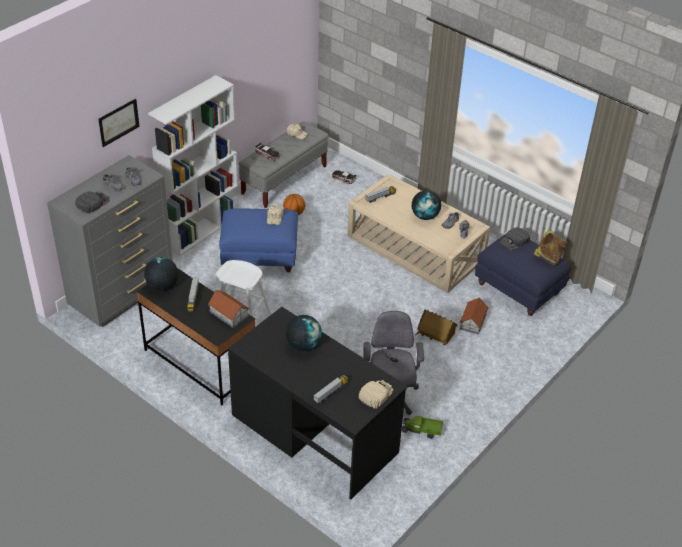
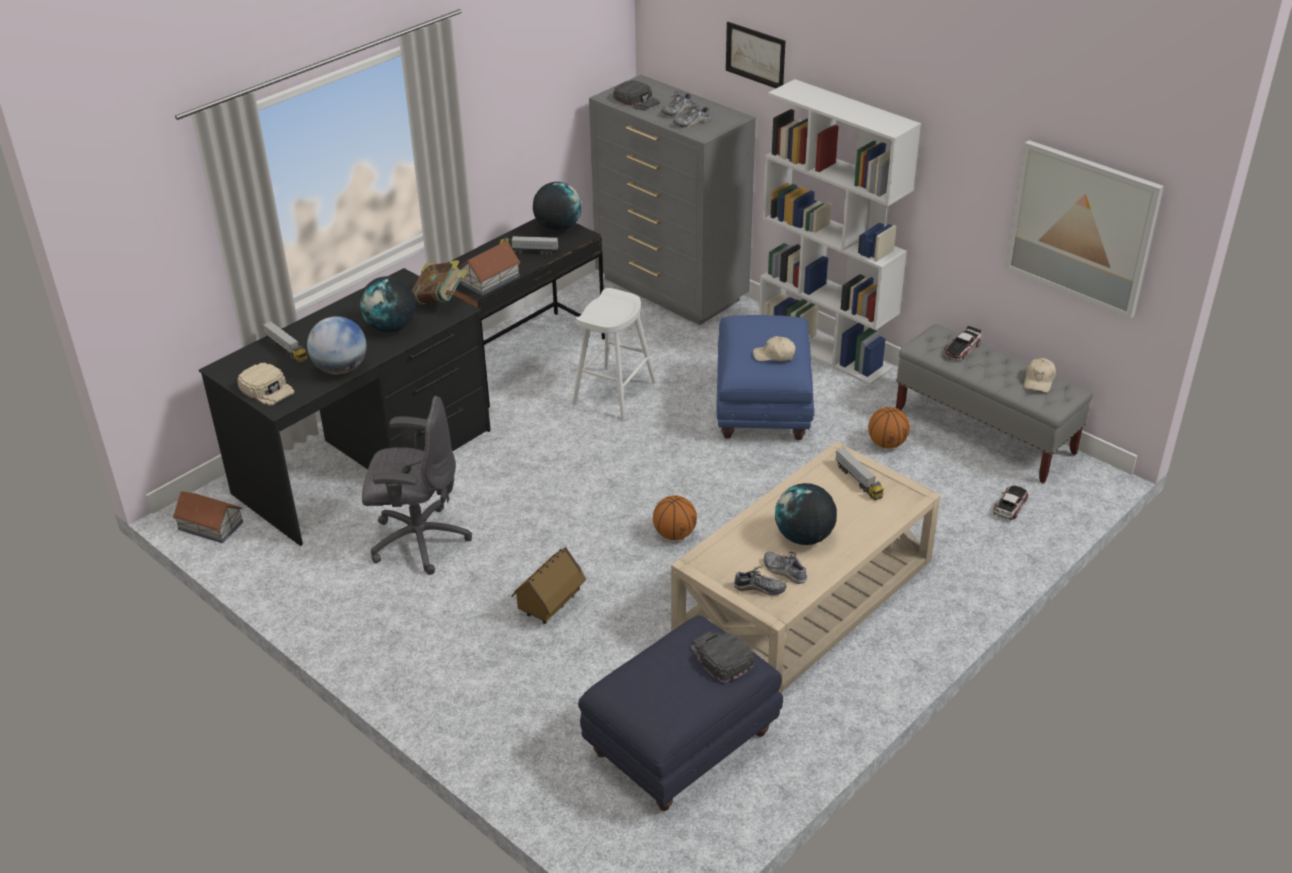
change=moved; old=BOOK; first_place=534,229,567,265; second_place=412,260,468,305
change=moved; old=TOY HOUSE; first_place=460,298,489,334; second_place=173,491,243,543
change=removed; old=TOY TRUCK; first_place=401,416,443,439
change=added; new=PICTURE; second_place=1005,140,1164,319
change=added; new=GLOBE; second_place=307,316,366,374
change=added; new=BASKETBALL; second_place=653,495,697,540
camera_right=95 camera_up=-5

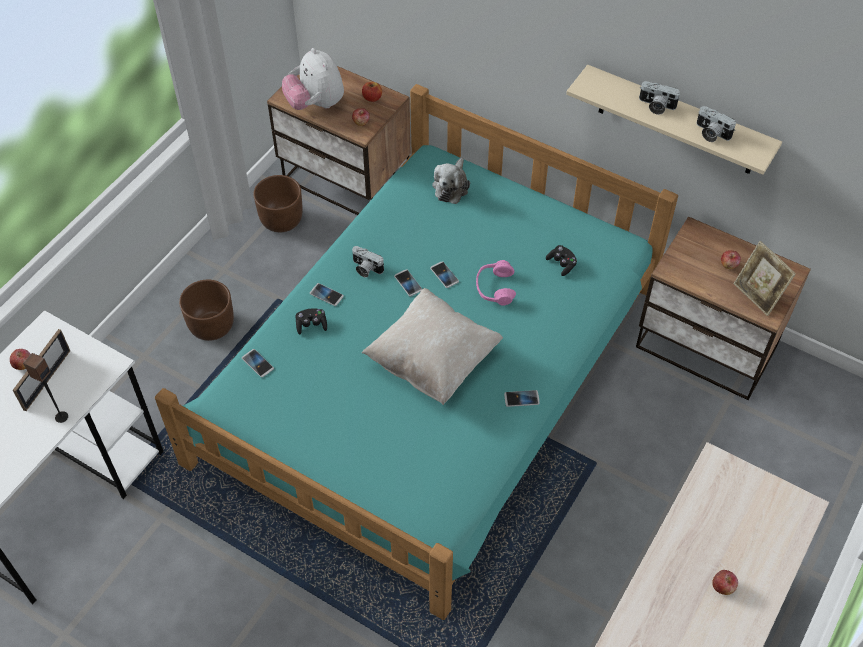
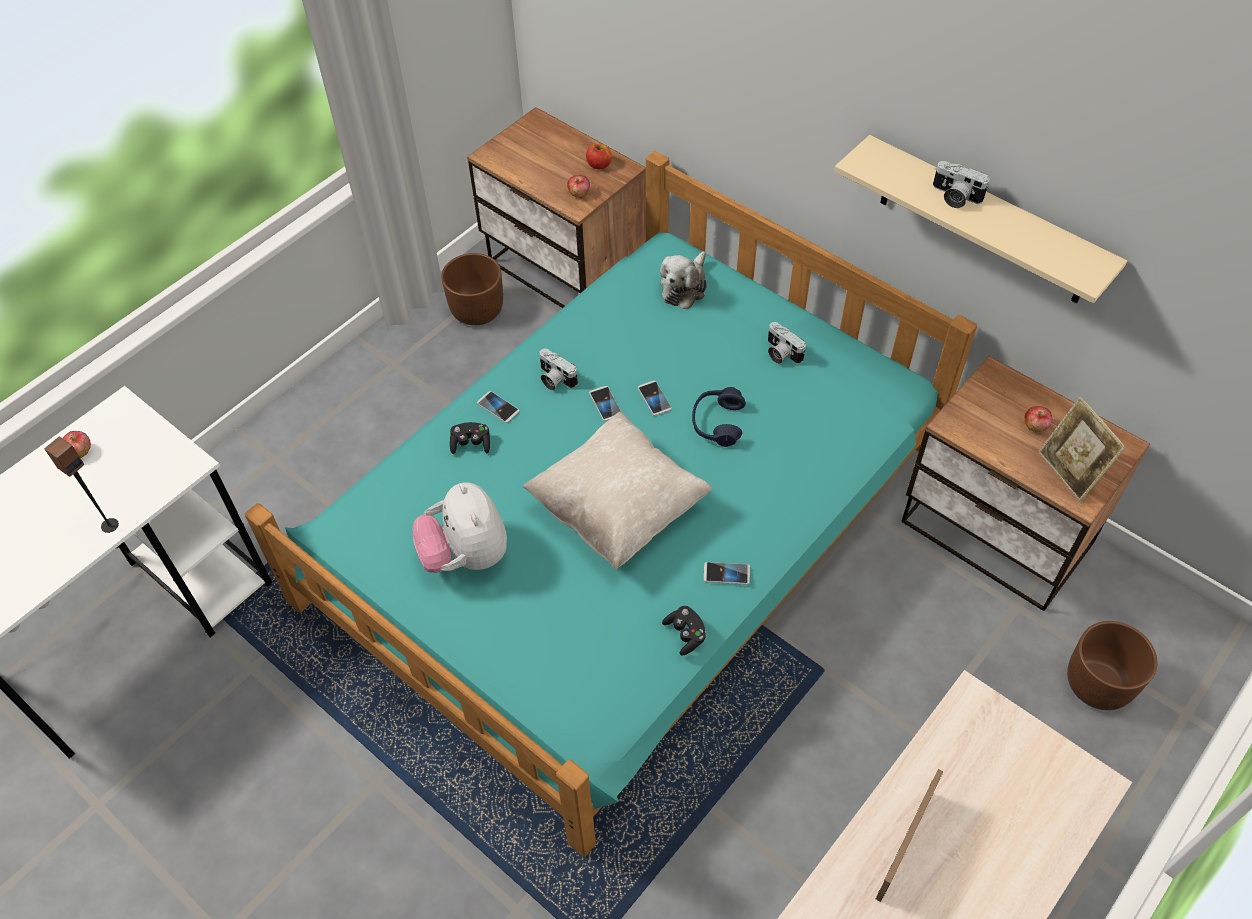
change=moved; old=PLUSH TOY; first_place=282,48,344,110; second_place=413,482,507,573
change=moved; old=PHOTO CAMERA; first_place=697,106,736,142; second_place=768,322,806,364
change=moved; old=BLACK GAME CONTROLLER; first_place=546,245,577,276; second_place=662,606,707,656
change=recoloured; old=PINK HEADPHONES; new=BLUE HEADPHONES; first_place=476,260,516,306; second_place=692,387,746,447
change=moved; old=BROWN PLANTER; first_place=179,280,234,341; second_place=1067,621,1157,710
change=moved; old=PICTURE FRAME; first_place=13,329,70,411; second_place=876,769,943,902
change=removed; old=PHONE; first_place=242,349,274,378
change=removed; old=APPLE; first_place=712,570,738,595
camera_right=10 camera_up=0

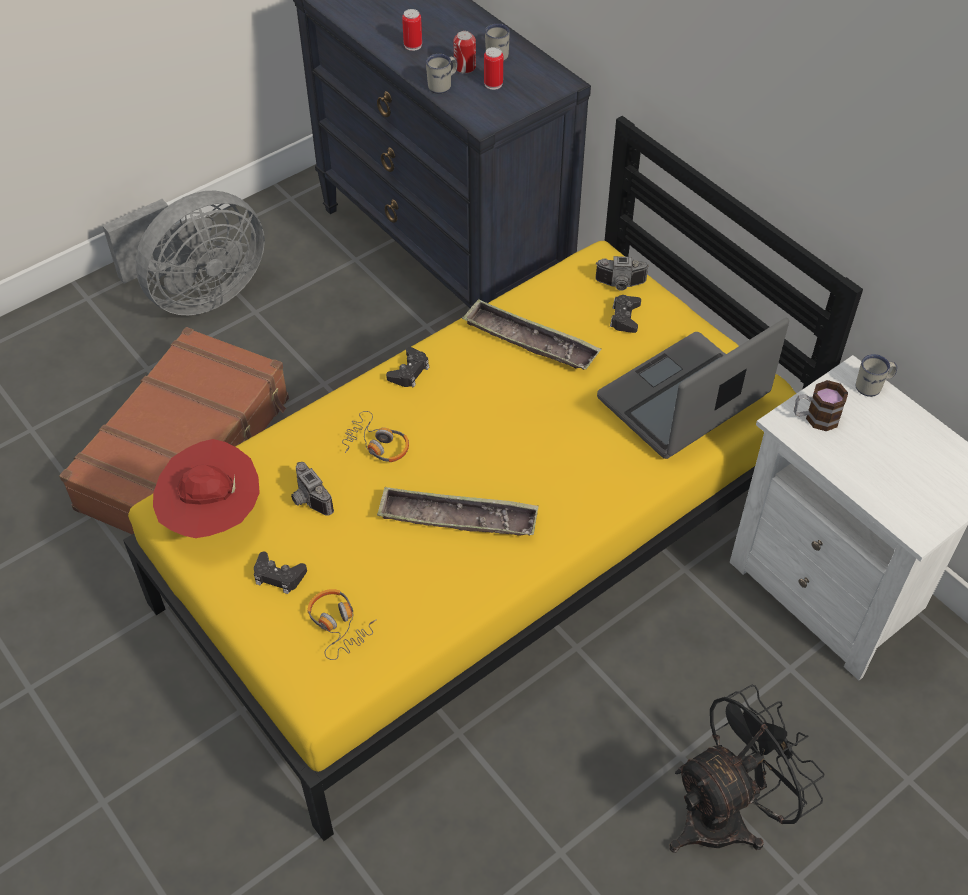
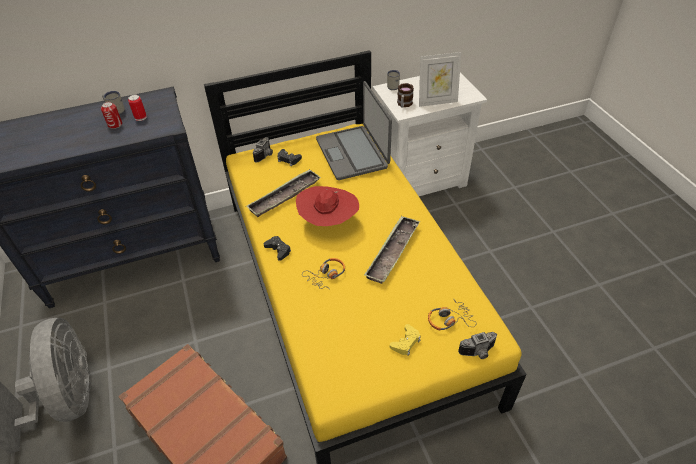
change=removed; old=CAN; first_place=402,9,422,51
change=removed; old=WHITE MUG; first_place=426,54,457,94
change=moved; old=RED HAT; first_place=153,439,260,538; second_place=296,186,359,226
change=moved; old=PHOTO CAMERA; first_place=291,462,334,516; second_place=458,332,497,359
change=recoloured; old=BLACK GAME CONTROLLER; new=YELLOW GAME CONTROLLER; first_place=254,551,307,594; second_place=390,324,421,356
change=removed; old=BLACK FAN; first_place=669,684,825,852
change=added; new=PICTURE FRAME; second_place=419,52,461,107
camera_right=-70 camera_up=-5

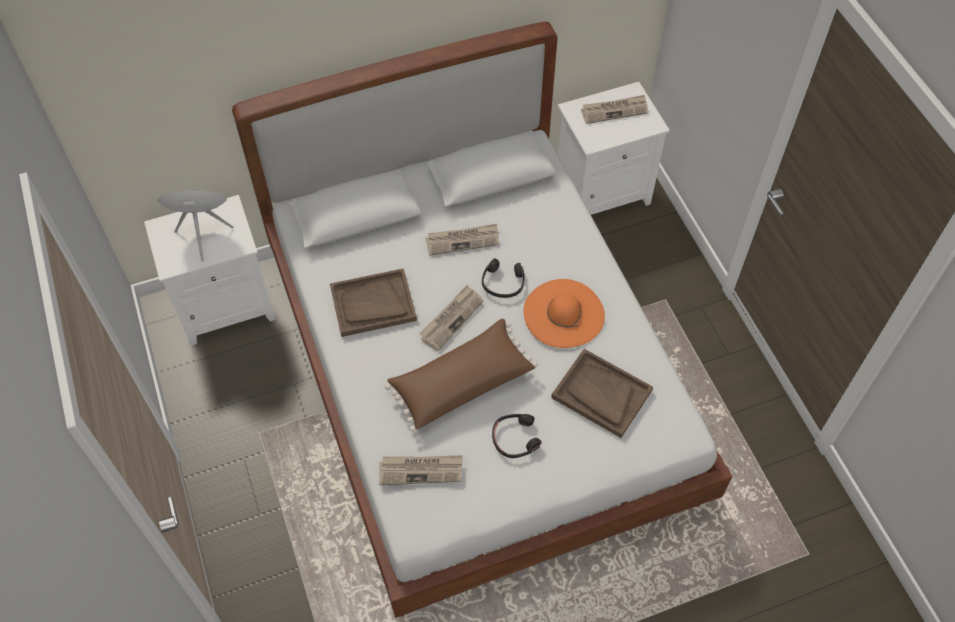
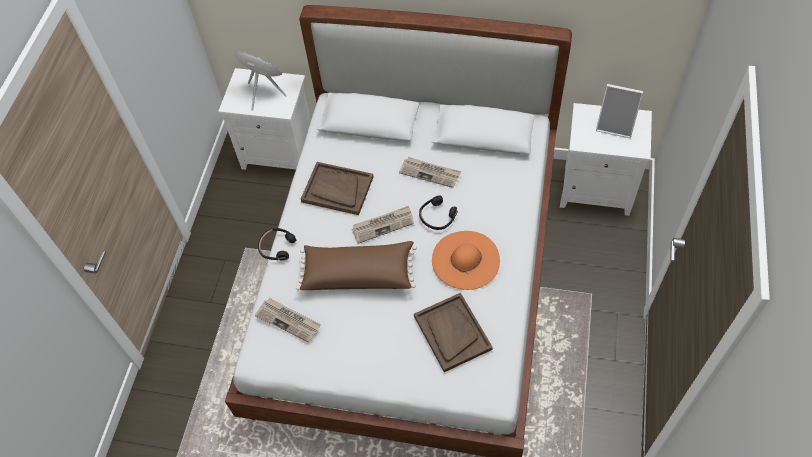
change=replaced; old=NEWSPAPER; new=PICTURE FRAME; first_place=581,95,648,124; second_place=596,84,643,138
change=moved; old=BLACK HEADPHONES; first_place=492,414,542,458; second_place=258,228,297,261
camera_right=35 camera_up=0

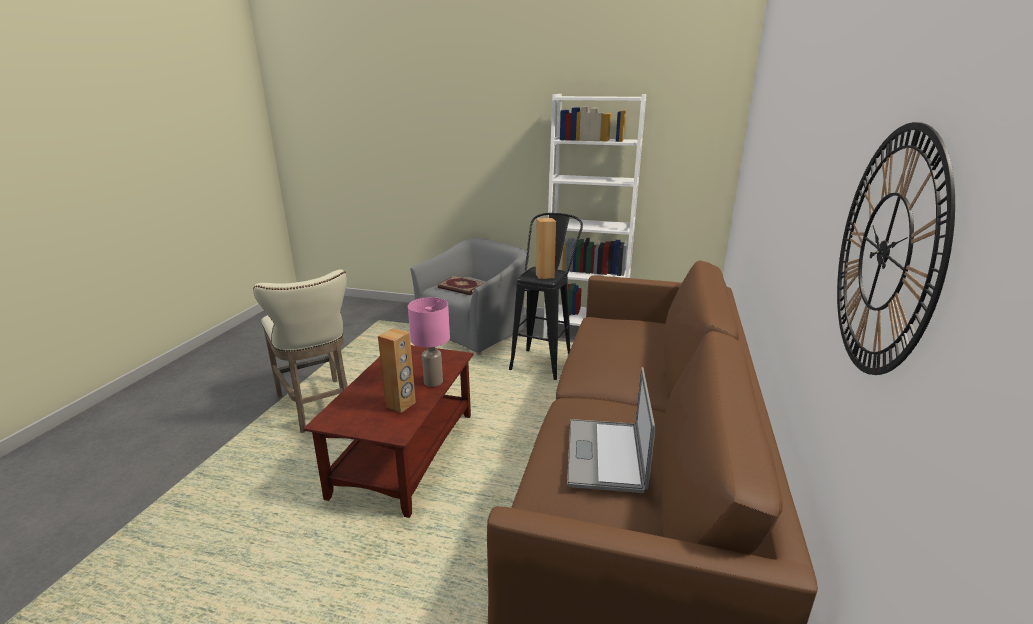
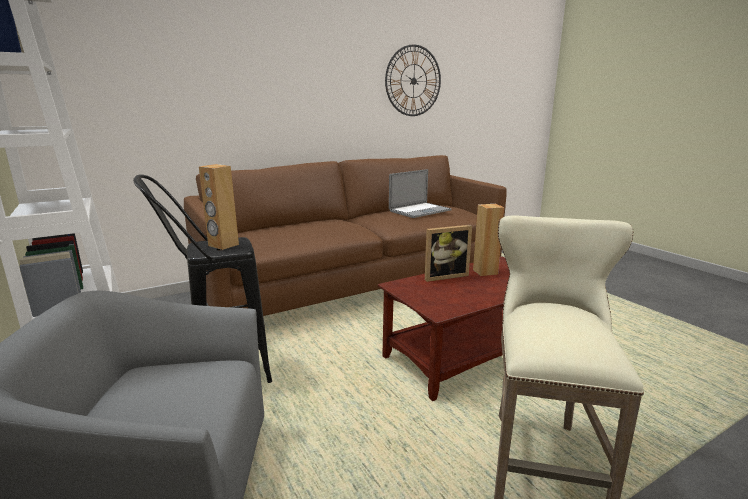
change=removed; old=BOOK; first_place=438,276,485,295
change=replaced; old=PINK TABLE LAMP; new=PICTURE FRAME; first_place=408,297,450,387; second_place=425,225,472,282
camera_right=-135 camera_up=-5

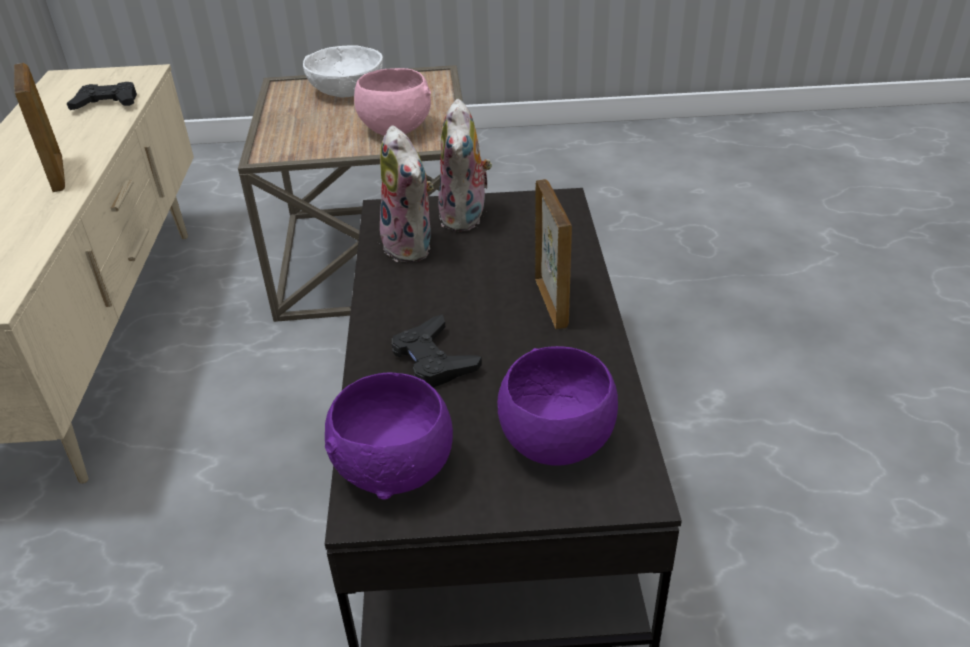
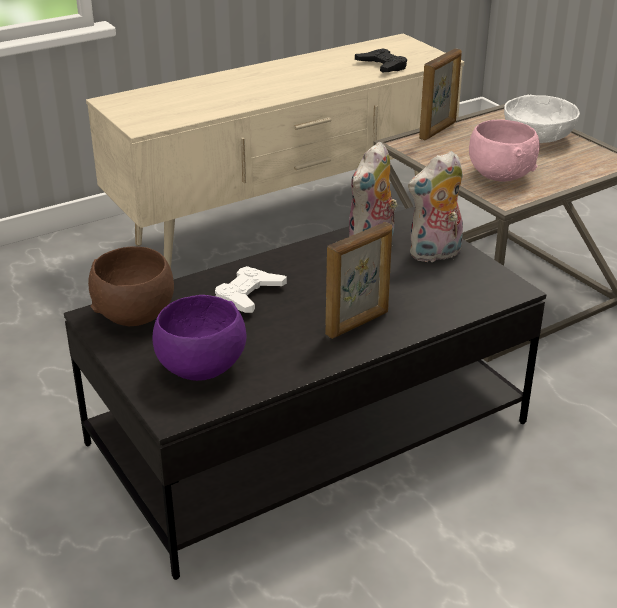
change=moved; old=PICTURE FRAME; first_place=14,63,65,192; second_place=419,48,462,140
change=recoloured; old=BLACK GAME CONTROLLER; new=WHITE GAME CONTROLLER; first_place=392,314,482,387; second_place=215,266,287,313
change=recoloured; old=PURPLE BOWL; new=BROWN BOWL; first_place=325,372,453,500; second_place=88,246,174,326
camera_right=60 camera_up=-5

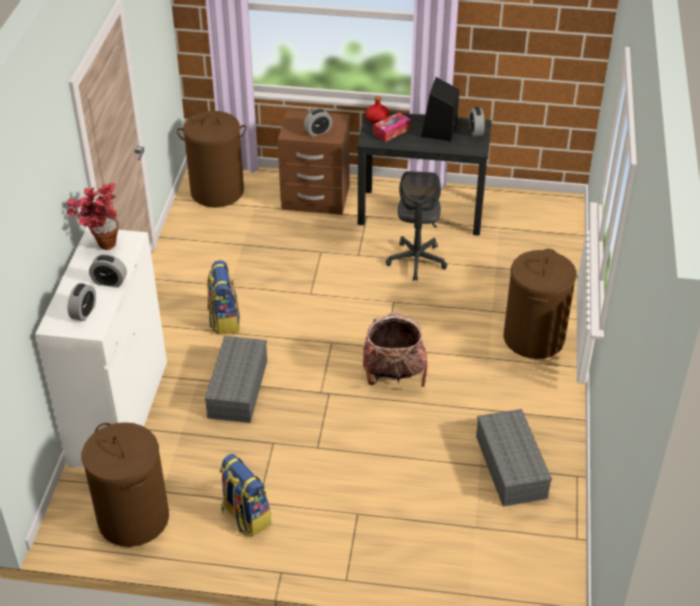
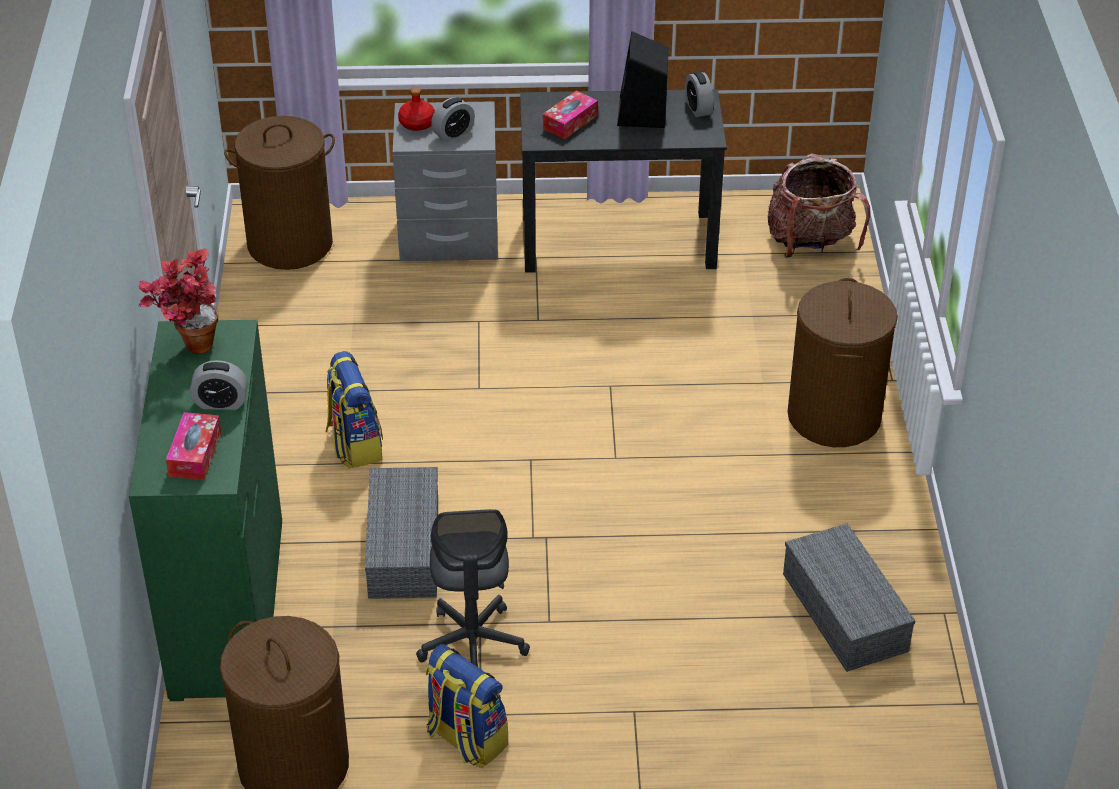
change=moved; old=RED BOTTLE; first_place=366,96,390,124; second_place=398,87,435,131
change=recoloured; old=BROWN NIGHTSTAND; new=GREY NIGHTSTAND; first_place=278,110,350,215; second_place=393,101,498,261
change=moved; old=GREY OFFICE CHAIR; first_place=386,171,447,281; second_place=416,509,530,667
change=recoloured; old=WHITE DRESSER; new=GREEN DRESSER; first_place=35,227,167,468; second_place=129,320,282,701
change=replaced; old=ALARM CLOCK; new=TISSUE BOX; first_place=68,283,96,321; second_place=166,412,221,480
change=moved; old=BACKPACK; first_place=363,312,427,387; second_place=767,153,870,258
camera_right=-10 camera_up=0

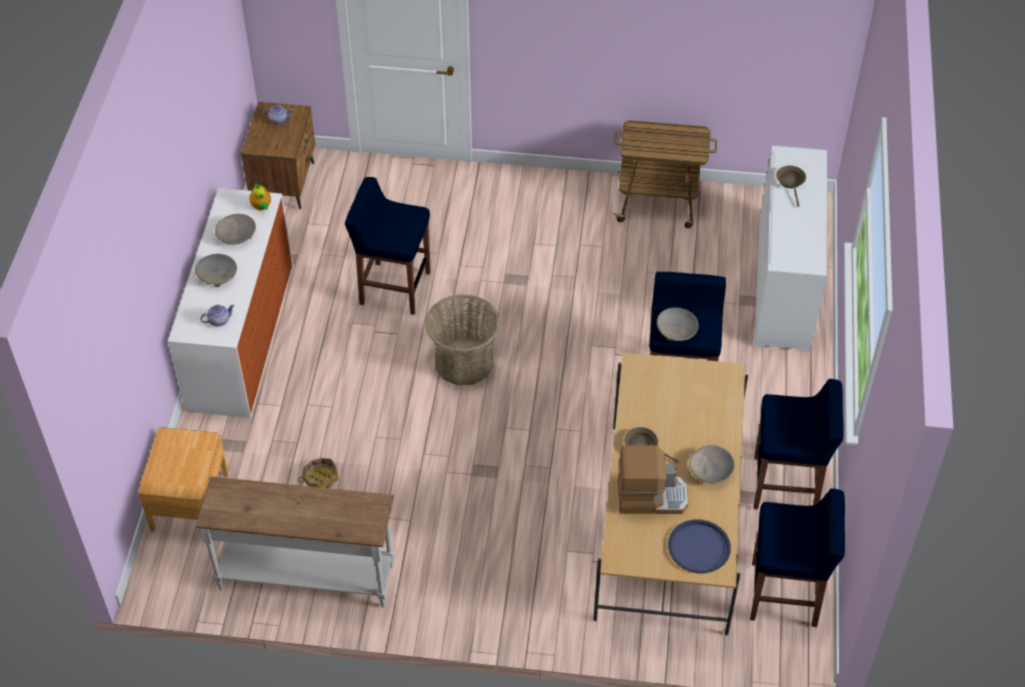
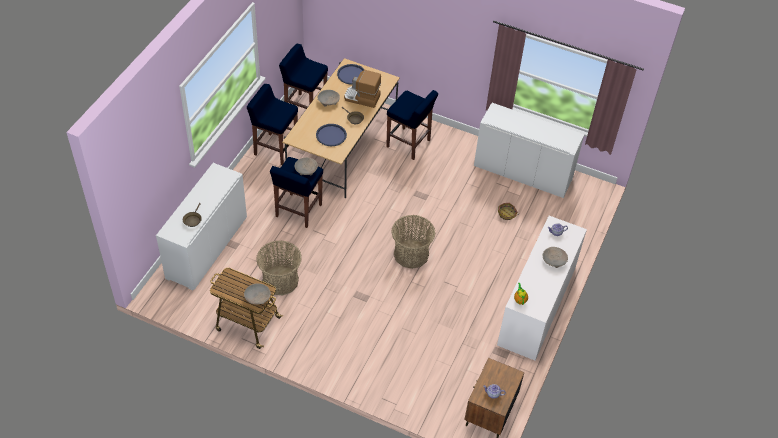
change=moved; old=BLUE STOOL; first_place=345,177,431,315; second_place=386,90,438,160
change=moved; old=BEIGE BOWL; first_place=215,214,256,245; second_place=244,283,271,304
change=removed; old=BROWN NIGHTSTAND; first_place=138,427,229,532
change=replaced; old=WHITE CONSOLE TABLE; new=WHITE CABINET; first_place=195,476,394,608; second_place=474,103,585,198
change=added; new=BLUE TRAY; second_place=316,124,347,146
change=added; new=BASKET; second_place=256,240,302,295
camera_right=-165 camera_up=0

